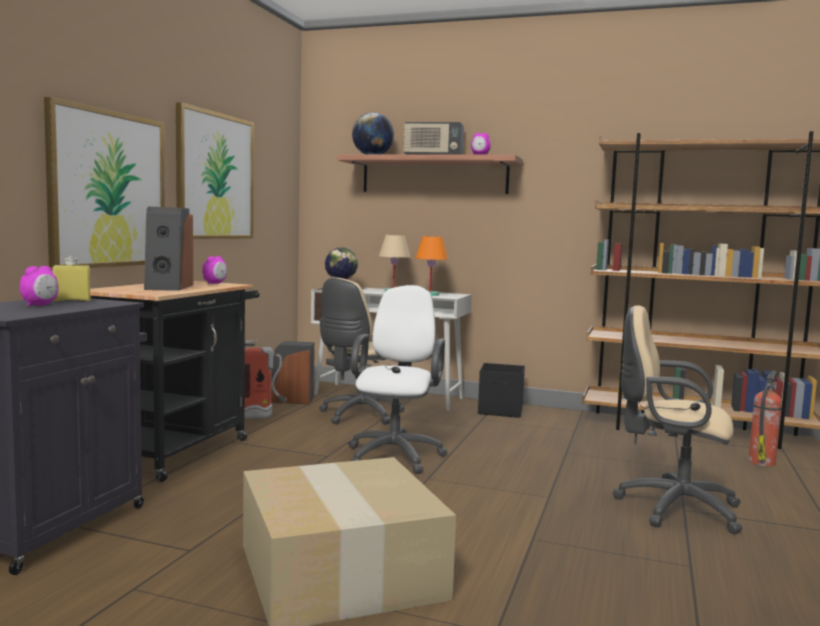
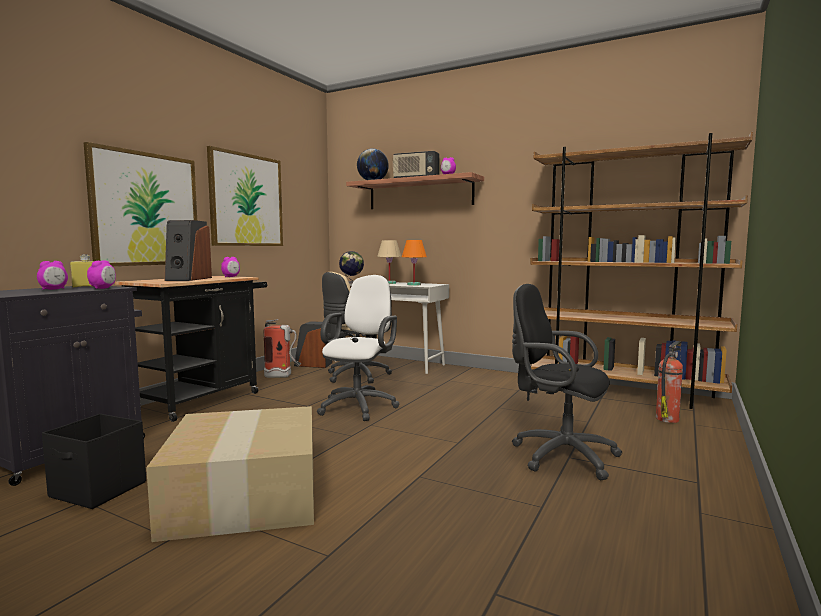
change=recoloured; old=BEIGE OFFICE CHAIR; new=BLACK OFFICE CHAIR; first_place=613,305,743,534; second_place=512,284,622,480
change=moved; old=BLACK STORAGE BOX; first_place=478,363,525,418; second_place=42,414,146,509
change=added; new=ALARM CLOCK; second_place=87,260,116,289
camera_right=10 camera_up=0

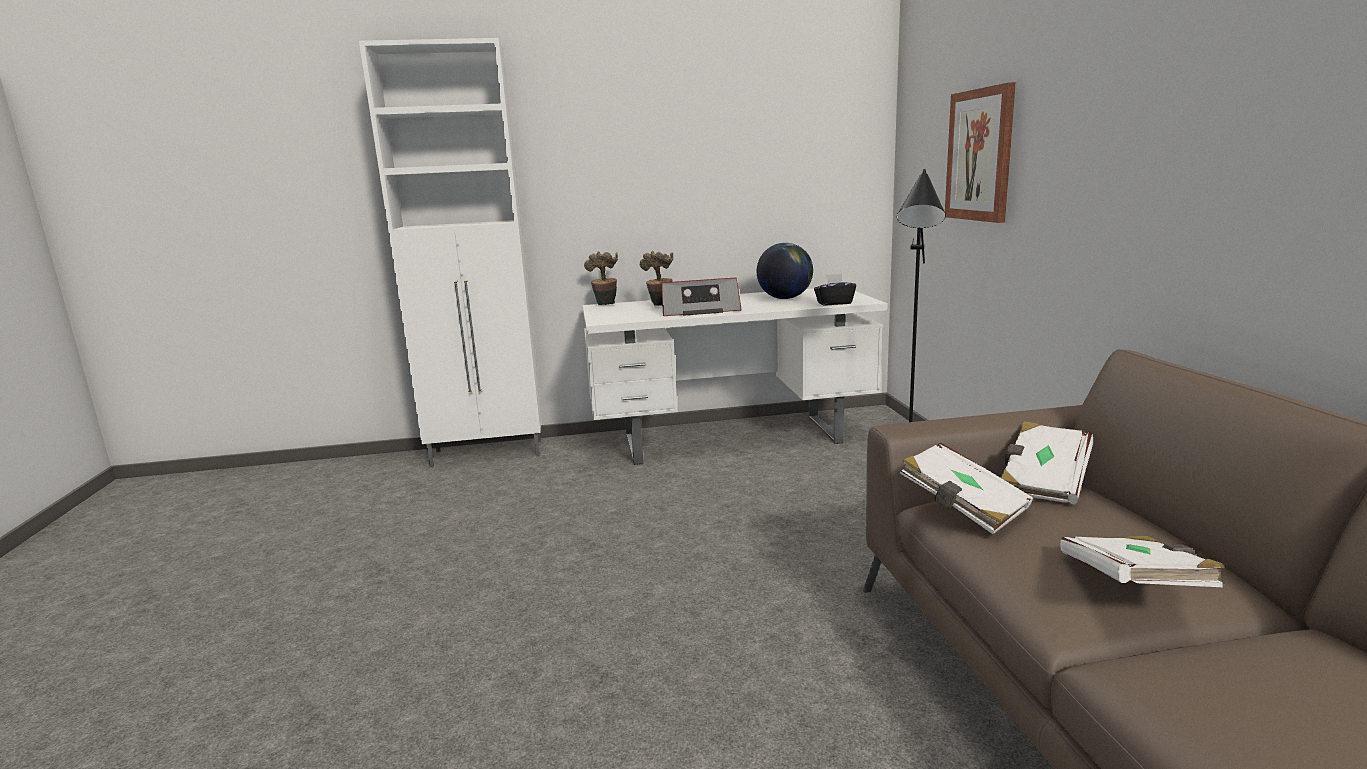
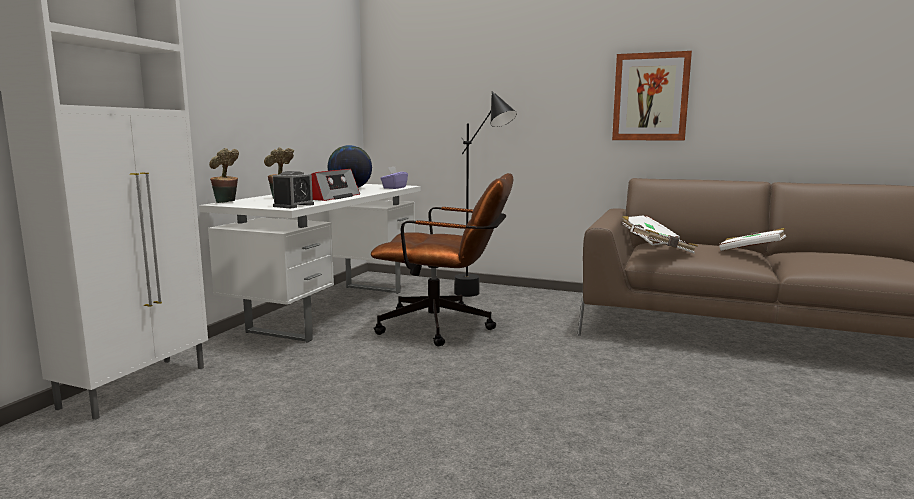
change=moved; old=PICTURE; first_place=945,82,1016,223; second_place=612,51,692,141
change=recoloured; old=BLACK TISSUE BOX; new=PURPLE TISSUE BOX; first_place=814,273,856,305; second_place=380,167,408,189
change=added; new=ALARM CLOCK; second_place=273,171,314,208
change=added; new=BROWN OFFICE CHAIR; second_place=371,173,513,346
camera_right=-60 camera_up=-5

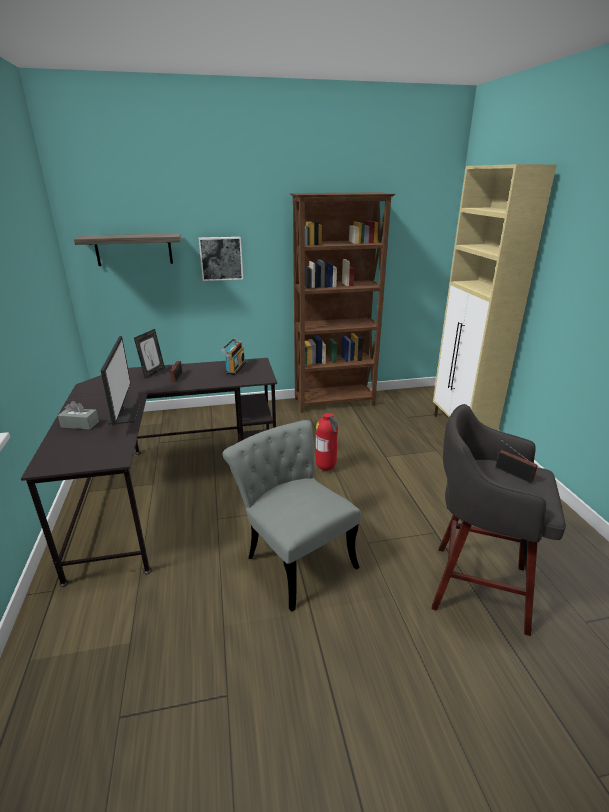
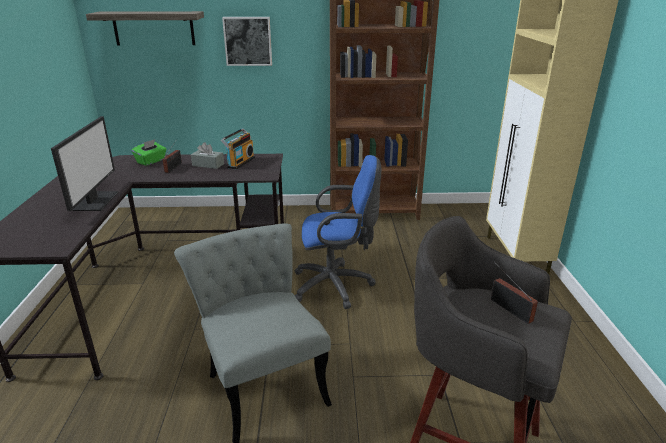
change=replaced; old=PICTURE FRAME; new=GREEN TISSUE BOX; first_place=134,329,165,379; second_place=132,139,166,166
change=moved; old=GREY TISSUE BOX; first_place=58,401,99,430; second_place=191,142,224,169
change=replaced; old=FIRE EXTINGUISHER; new=BLUE OFFICE CHAIR; first_place=315,412,338,471; second_place=294,155,381,309
camera_right=10 camera_up=0

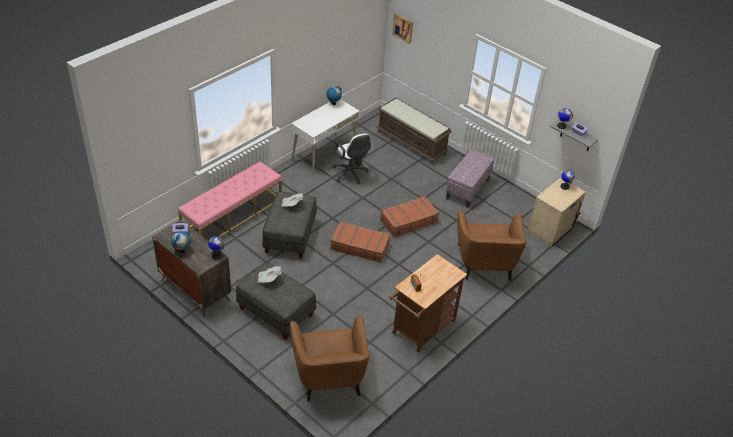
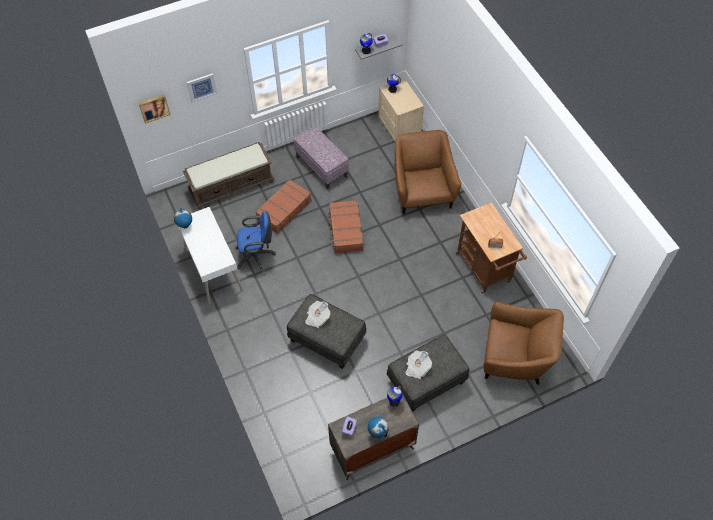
change=recoloured; old=WHITE OFFICE CHAIR; new=BLUE OFFICE CHAIR; first_place=332,133,371,184; second_place=235,211,276,272
change=removed; old=PINK BENCH; first_place=178,161,282,238
change=turned; old=BROWN ARMCHAIR; first_place=457,210,526,281; second_place=394,130,461,214; degrees=-120
change=moved; old=BROWN SUITCASE; first_place=330,221,390,263; second_place=256,179,312,234
change=added; new=PICTURE; second_place=187,73,217,102
camera_right=-65 camera_up=15

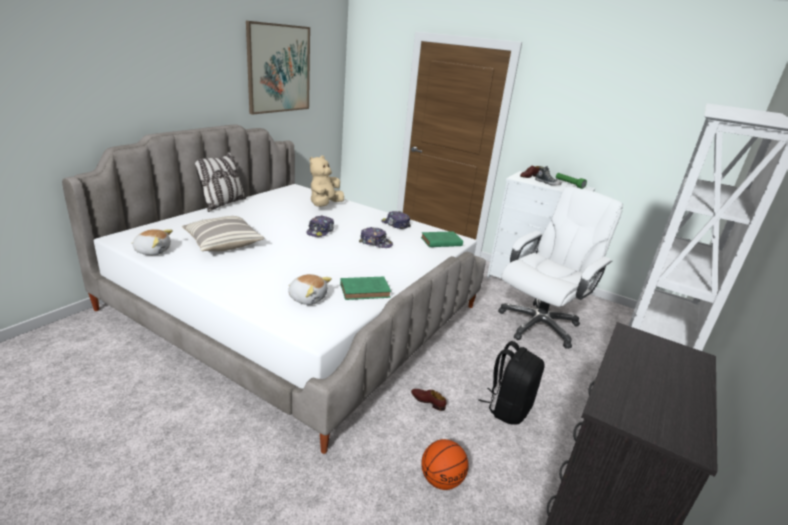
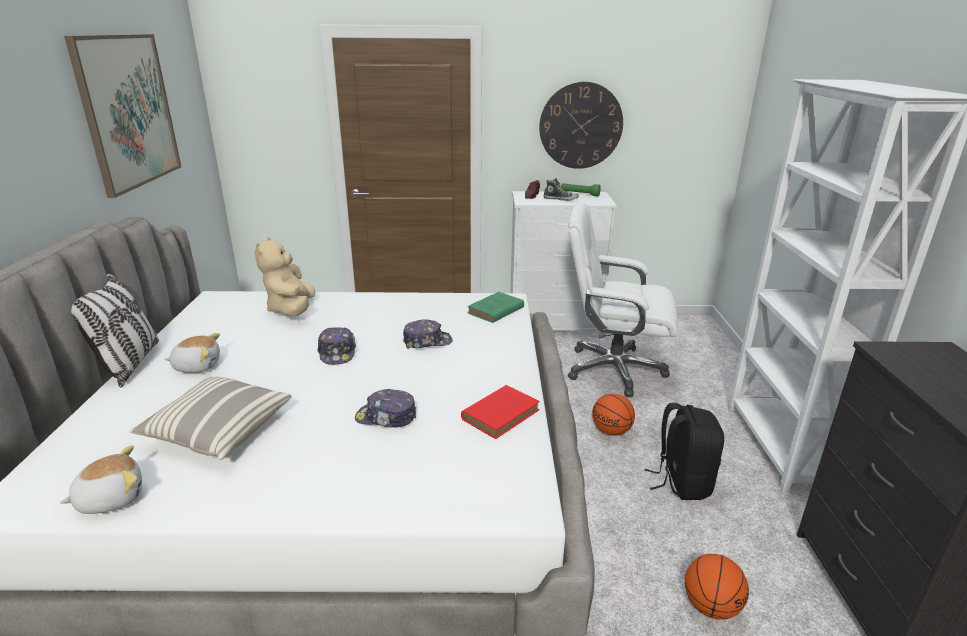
change=turned; old=WHITE OFFICE CHAIR; first_place=498,187,623,349; second_place=568,201,678,397; degrees=-90
change=moved; old=CAP; first_place=381,211,411,229; second_place=355,389,416,428
change=moved; old=PLUSH TOY; first_place=288,274,332,305; second_place=165,333,220,373
change=recoloured; old=GREEN BOOK; new=RED BOOK; first_place=340,277,391,300; second_place=461,385,540,439
change=removed; old=BROWN SHOE; first_place=411,389,447,411
change=added; new=WALL CLOCK; second_place=539,82,623,169
change=added; new=BASKETBALL; second_place=592,394,635,435
camera_right=-30 camera_up=0

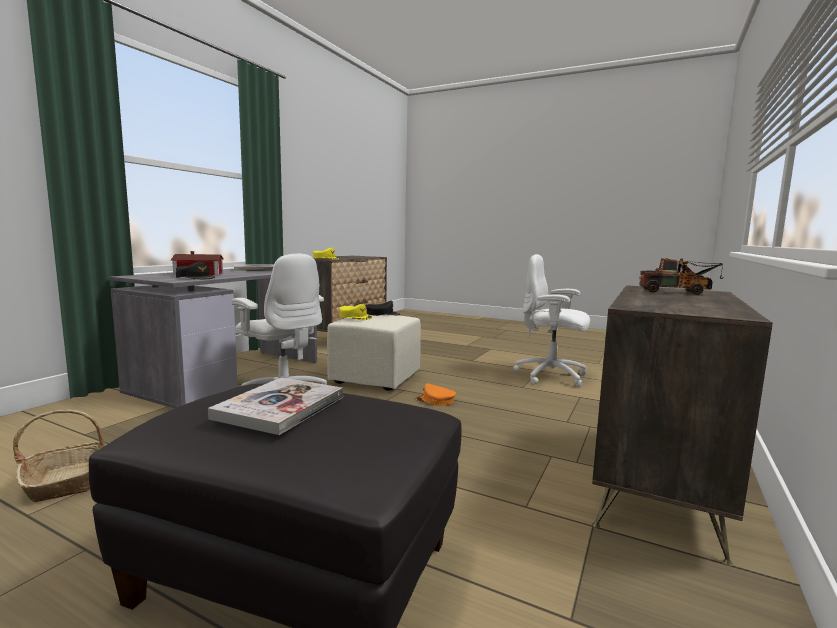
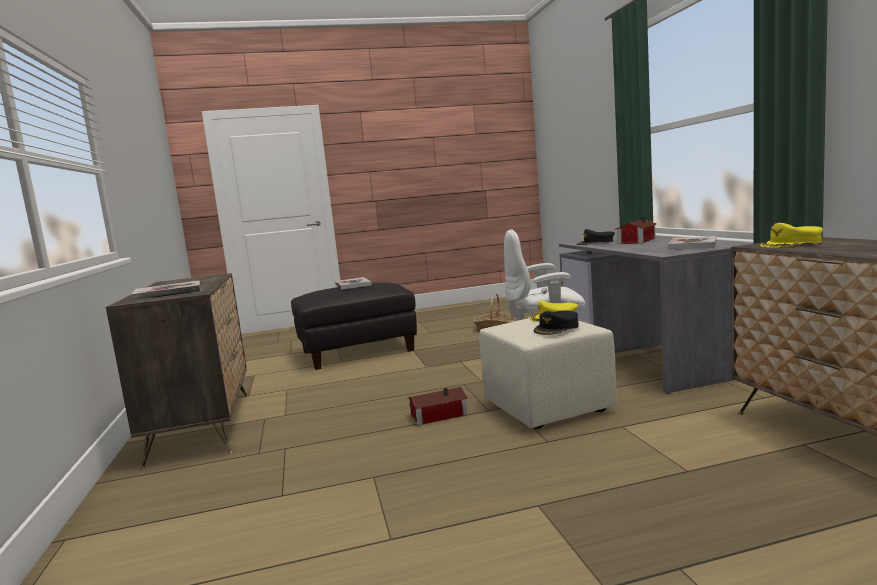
change=removed; old=WHITE OFFICE CHAIR; first_place=513,254,590,387
change=replaced; old=TOY TRUCK; new=BOOK; first_place=639,258,723,295; second_place=131,281,200,301
change=replaced; old=ORANGE CAP; new=TOY HOUSE; first_place=416,383,456,406; second_place=408,387,468,425
camera_right=140 camera_up=0

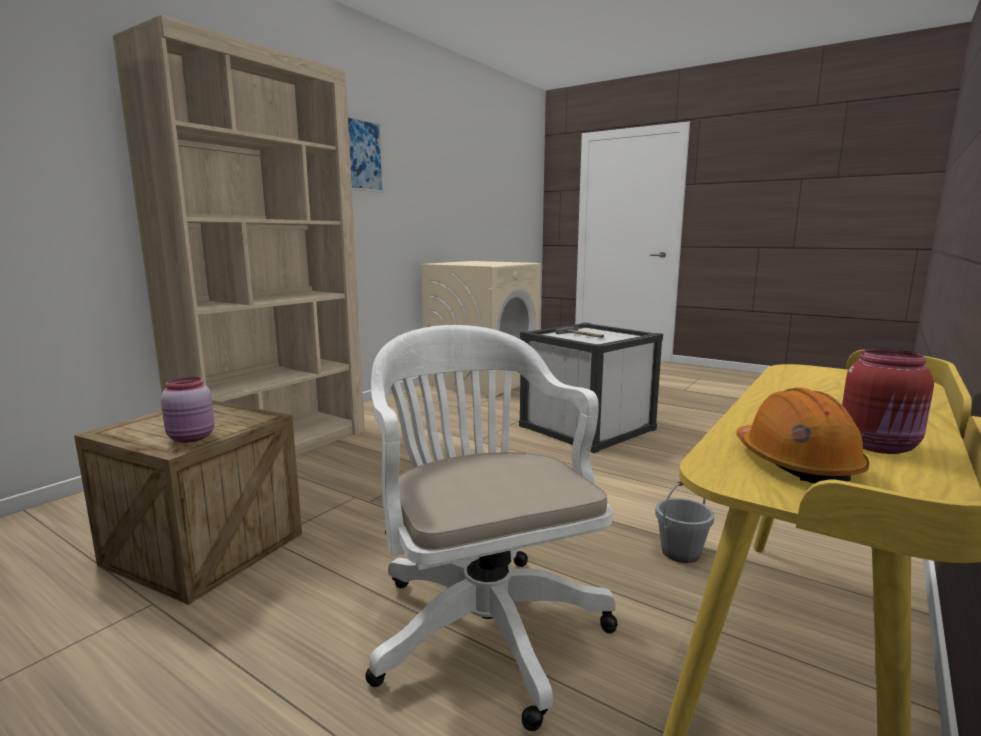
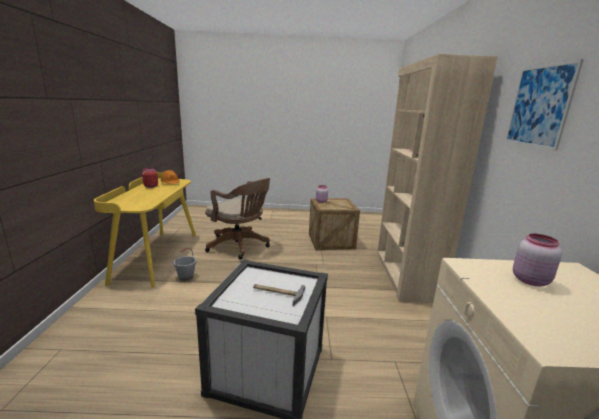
change=recoloured; old=WHITE OFFICE CHAIR; new=BROWN OFFICE CHAIR; first_place=365,325,618,731; second_place=205,178,270,260
change=added; new=PINK JAR; second_place=513,234,562,286
camera_right=145 camera_up=5

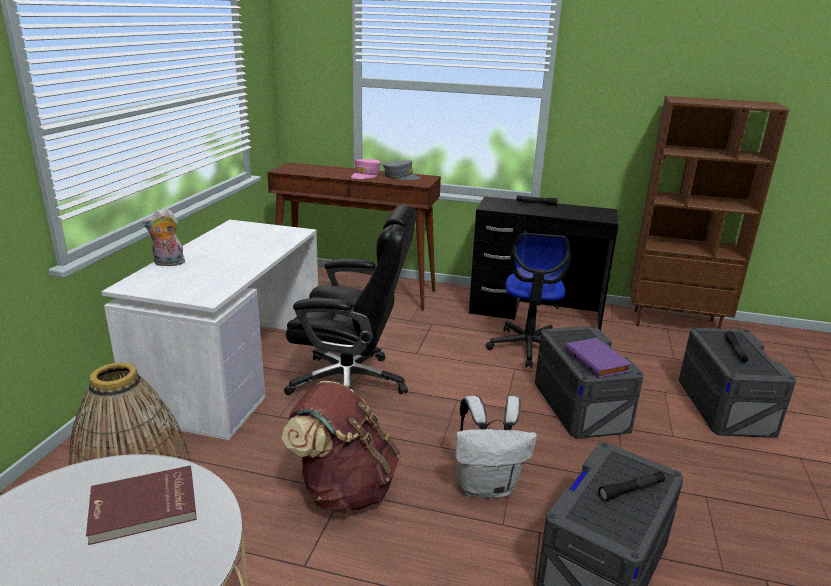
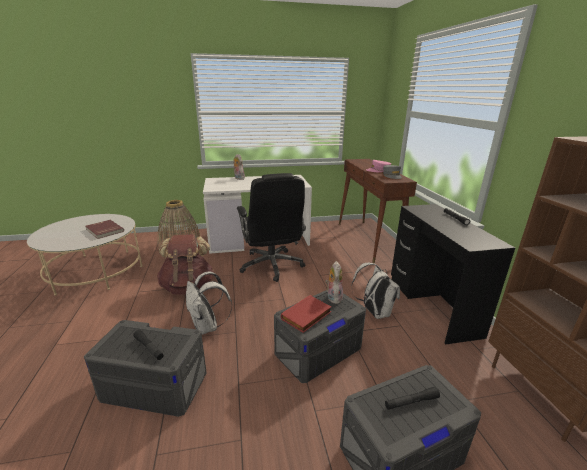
change=replaced; old=OFFICE CHAIR; new=WHITE BACKPACK; first_place=486,233,570,368; second_place=351,263,400,319
change=recoloured; old=PURPLE BOOK; new=RED BOOK; first_place=565,338,632,378; second_place=281,295,332,333
change=added; new=PLUSH TOY; second_place=325,261,343,304
camera_right=65 camera_up=0

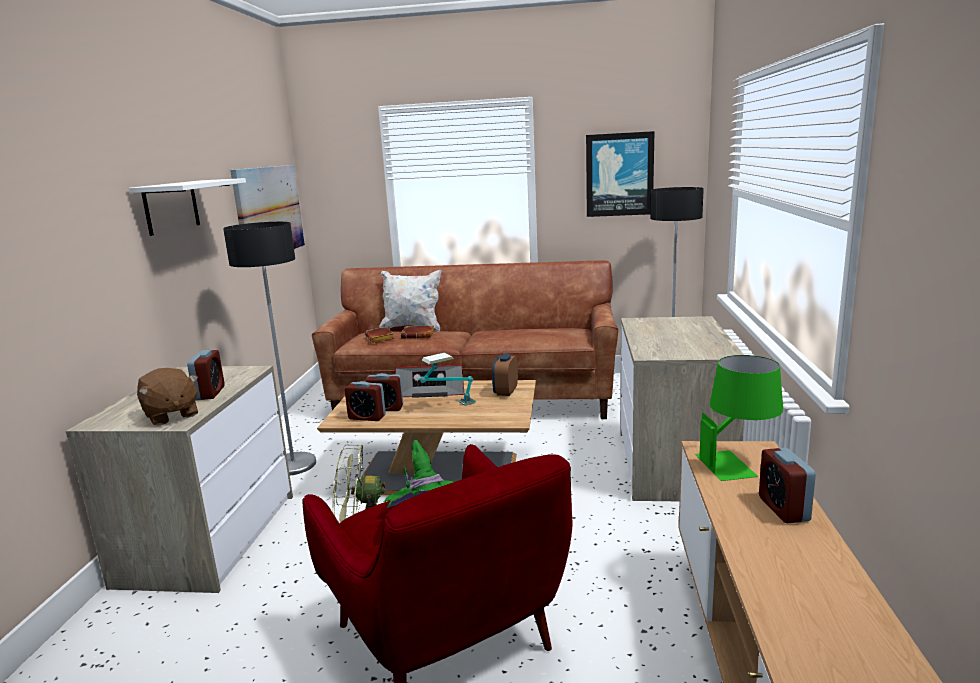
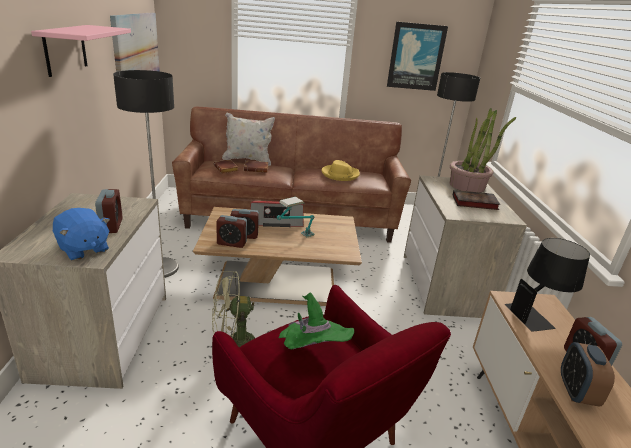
change=recoloured; old=WHITE SHELF; new=PINK SHELF; first_place=129,178,246,236; second_place=31,25,131,77
change=moved; old=ALARM CLOCK; first_place=492,354,518,396; second_place=561,342,615,407
change=recoloured; old=GREEN TABLE LAMP; new=BLACK TABLE LAMP; first_place=695,355,783,481; second_place=505,238,590,332
change=recoloured; old=BROWN PLUSH TOY; new=BLUE PLUSH TOY; first_place=137,368,198,425; second_place=53,208,110,260
change=added; new=POTTED PLANT; second_place=450,108,516,193
change=added; new=YELLOW HAT; second_place=321,160,360,181
change=added; new=BOOK; second_place=453,190,501,210
camera_right=-10 camera_up=10

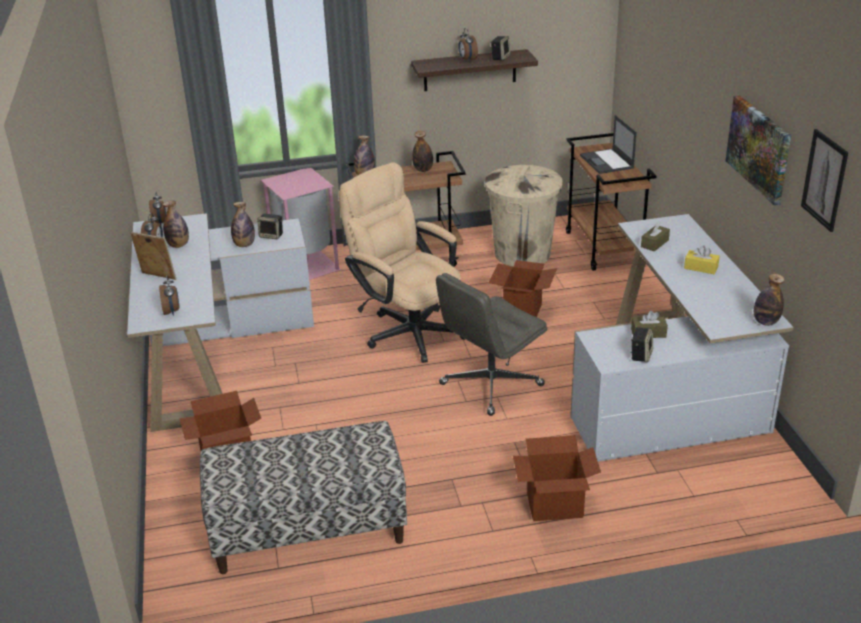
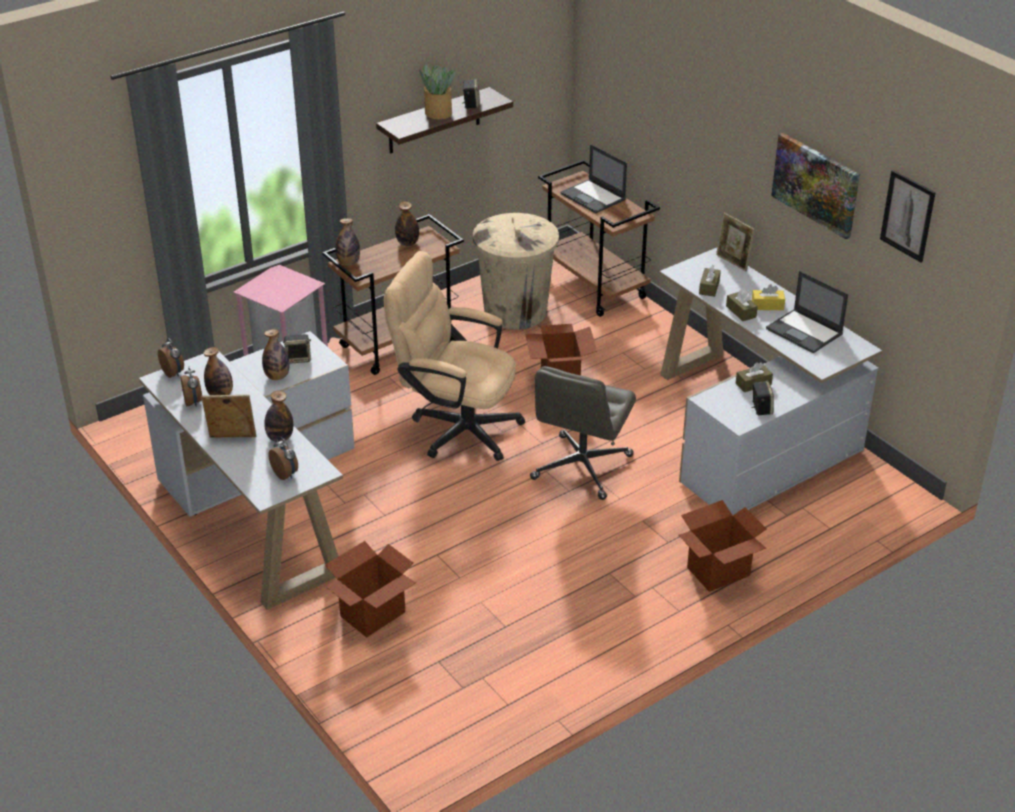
change=replaced; old=ALARM CLOCK; new=POTTED PLANT; first_place=458,28,478,62; second_place=419,64,456,119
change=moved; old=BOTTLE; first_place=754,274,785,326; second_place=264,391,293,442
change=removed; old=BENCH; first_place=200,421,407,574
change=added; new=PICTURE FRAME; second_place=716,213,755,271
change=added; new=LAPTOP; second_place=766,271,848,353
change=added; new=BROWN TISSUE BOX; second_place=726,289,758,321
camera_right=-25 camera_up=5

